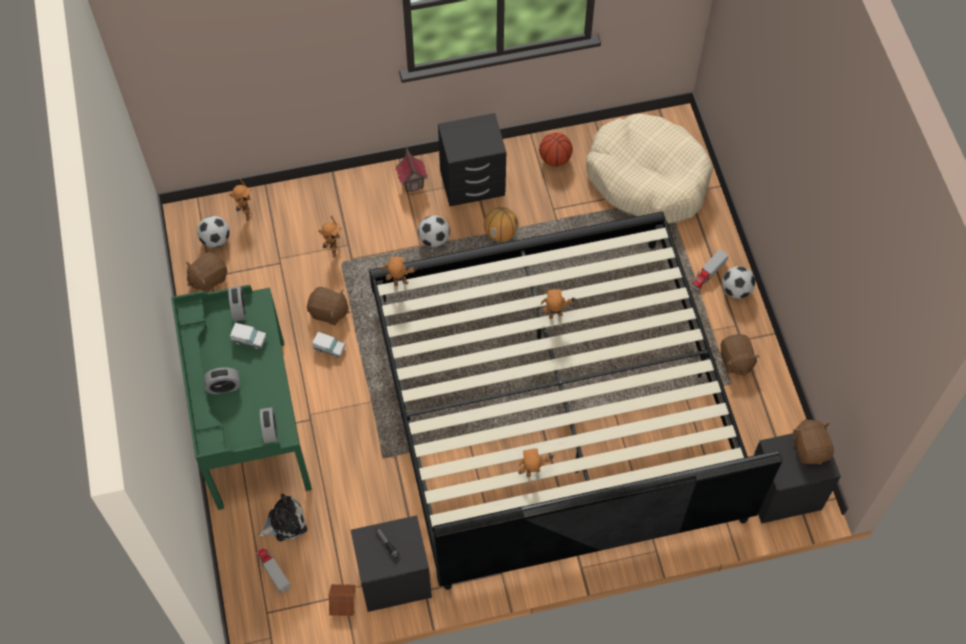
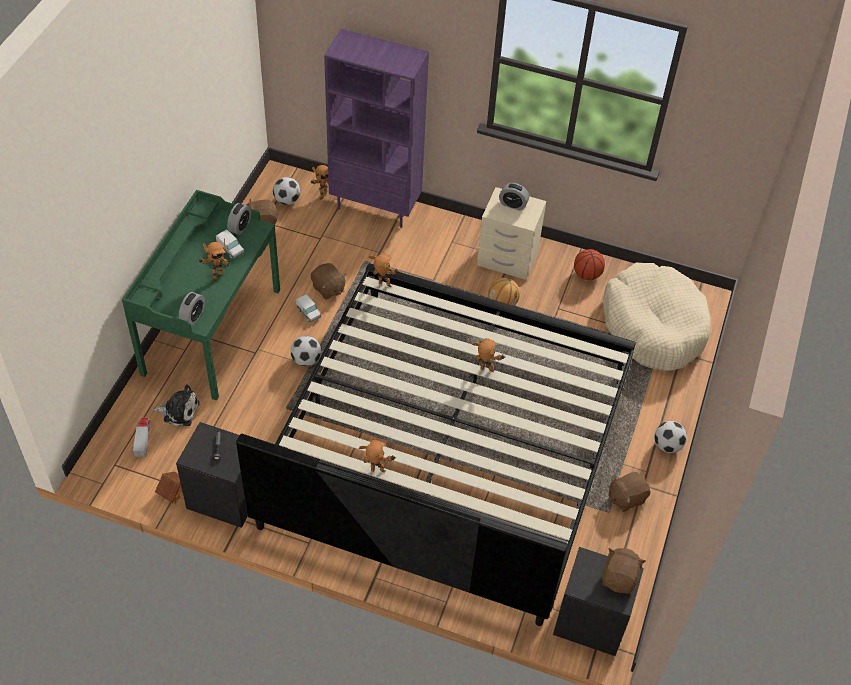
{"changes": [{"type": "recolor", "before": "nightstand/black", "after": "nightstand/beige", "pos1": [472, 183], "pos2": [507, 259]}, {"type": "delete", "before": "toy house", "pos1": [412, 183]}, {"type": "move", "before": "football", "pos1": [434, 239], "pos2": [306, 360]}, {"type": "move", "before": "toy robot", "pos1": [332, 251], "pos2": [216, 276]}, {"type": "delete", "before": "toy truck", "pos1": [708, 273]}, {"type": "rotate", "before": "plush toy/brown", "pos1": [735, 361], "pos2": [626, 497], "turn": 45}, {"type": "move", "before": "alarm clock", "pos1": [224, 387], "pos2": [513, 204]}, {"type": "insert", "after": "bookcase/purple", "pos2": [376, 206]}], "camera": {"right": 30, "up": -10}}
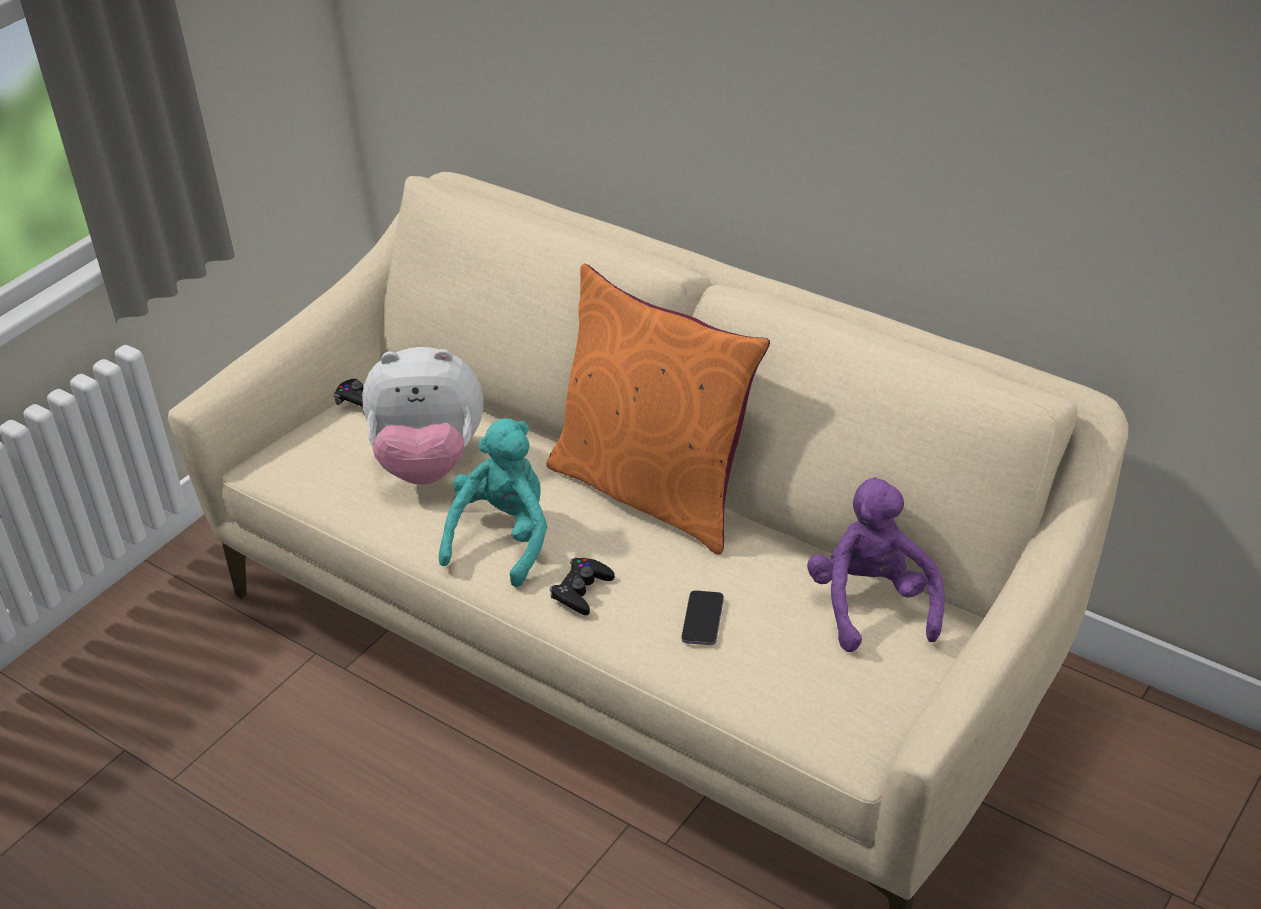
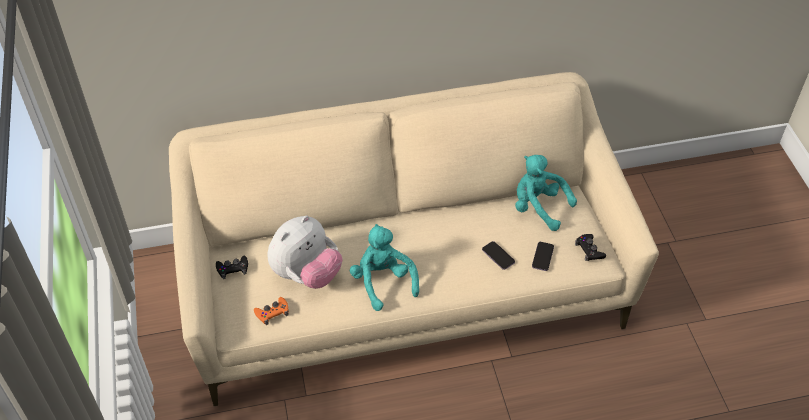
{"changes": [{"type": "delete", "before": "pillow/orange", "pos1": [655, 490]}, {"type": "recolor", "before": "plush toy/purple", "after": "plush toy/turquoise", "pos1": [872, 604], "pos2": [538, 207]}, {"type": "move", "before": "game controller/black", "pos1": [581, 591], "pos2": [589, 250]}, {"type": "insert", "after": "phone", "pos2": [542, 257]}, {"type": "insert", "after": "game controller/orange", "pos2": [272, 312]}], "camera": {"right": -50, "up": 10}}
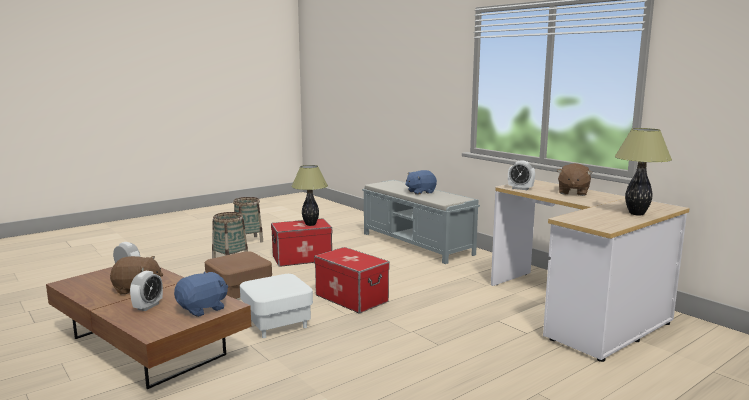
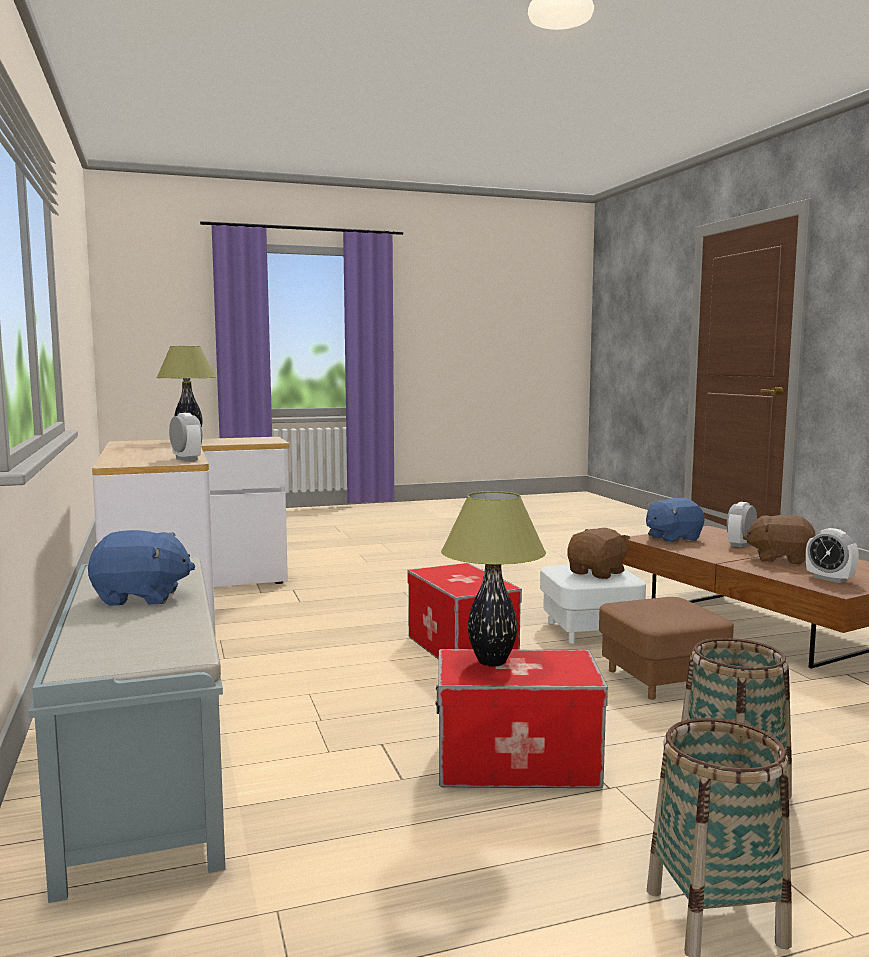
{"changes": [{"type": "move", "before": "plush toy/brown", "pos1": [572, 192], "pos2": [597, 573]}], "camera": {"right": -160, "up": -5}}
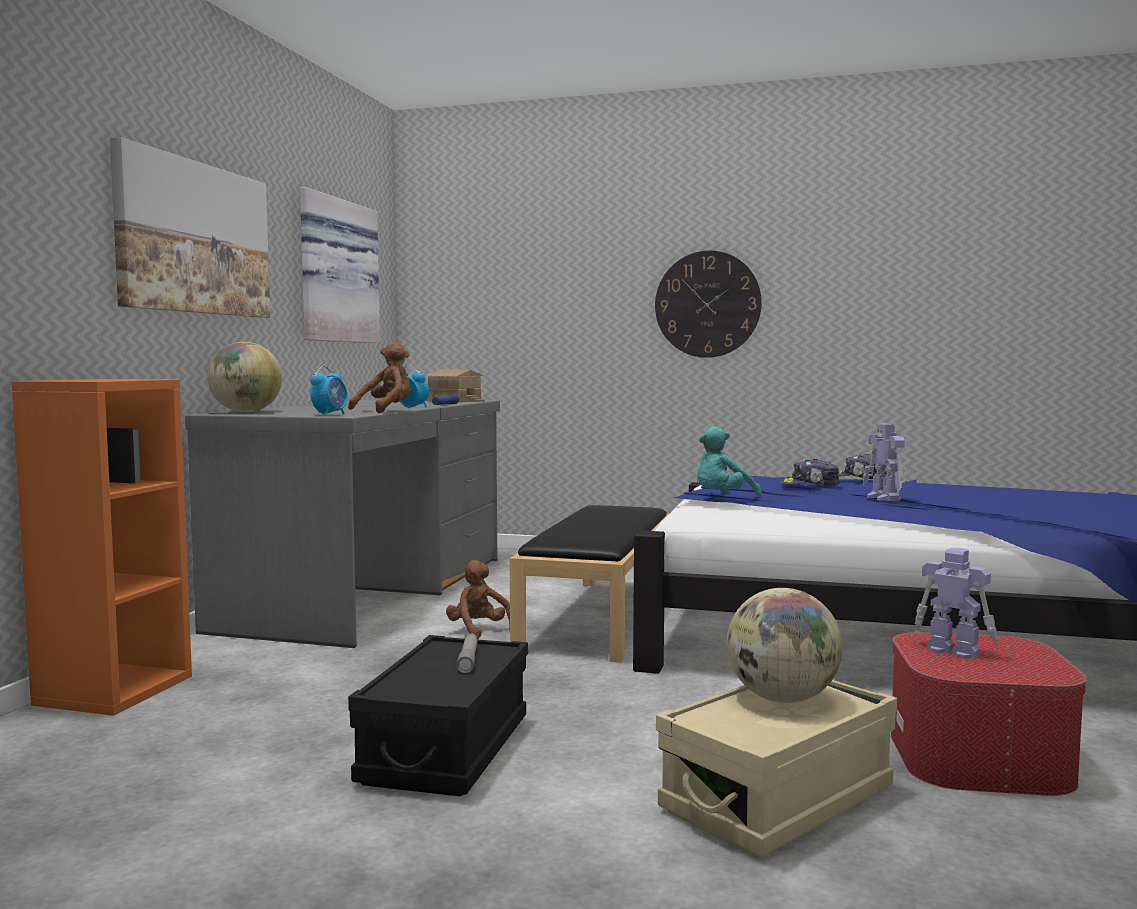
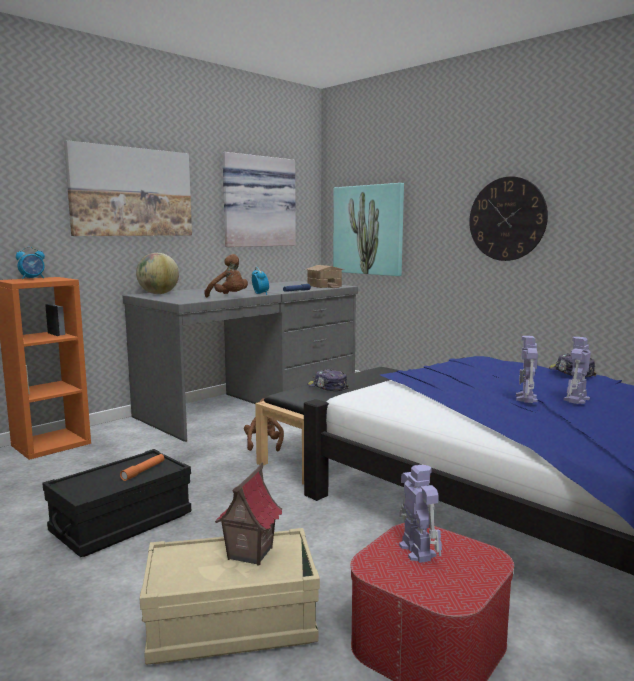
{"changes": [{"type": "rotate", "before": "plush toy/brown", "pos1": [386, 411], "pos2": [229, 297], "turn": 60}, {"type": "move", "before": "alarm clock", "pos1": [330, 414], "pos2": [32, 278]}, {"type": "delete", "before": "plush toy/turquoise", "pos1": [722, 498]}, {"type": "move", "before": "cap", "pos1": [810, 485], "pos2": [327, 388]}, {"type": "replace", "before": "globe", "after": "toy house", "pos1": [782, 699], "pos2": [249, 553]}, {"type": "recolor", "before": "flashlight/grey", "after": "flashlight/orange", "pos1": [468, 659], "pos2": [143, 471]}, {"type": "insert", "after": "picture", "pos2": [368, 230]}, {"type": "insert", "after": "toy robot", "pos2": [576, 399]}], "camera": {"right": 30, "up": 5}}
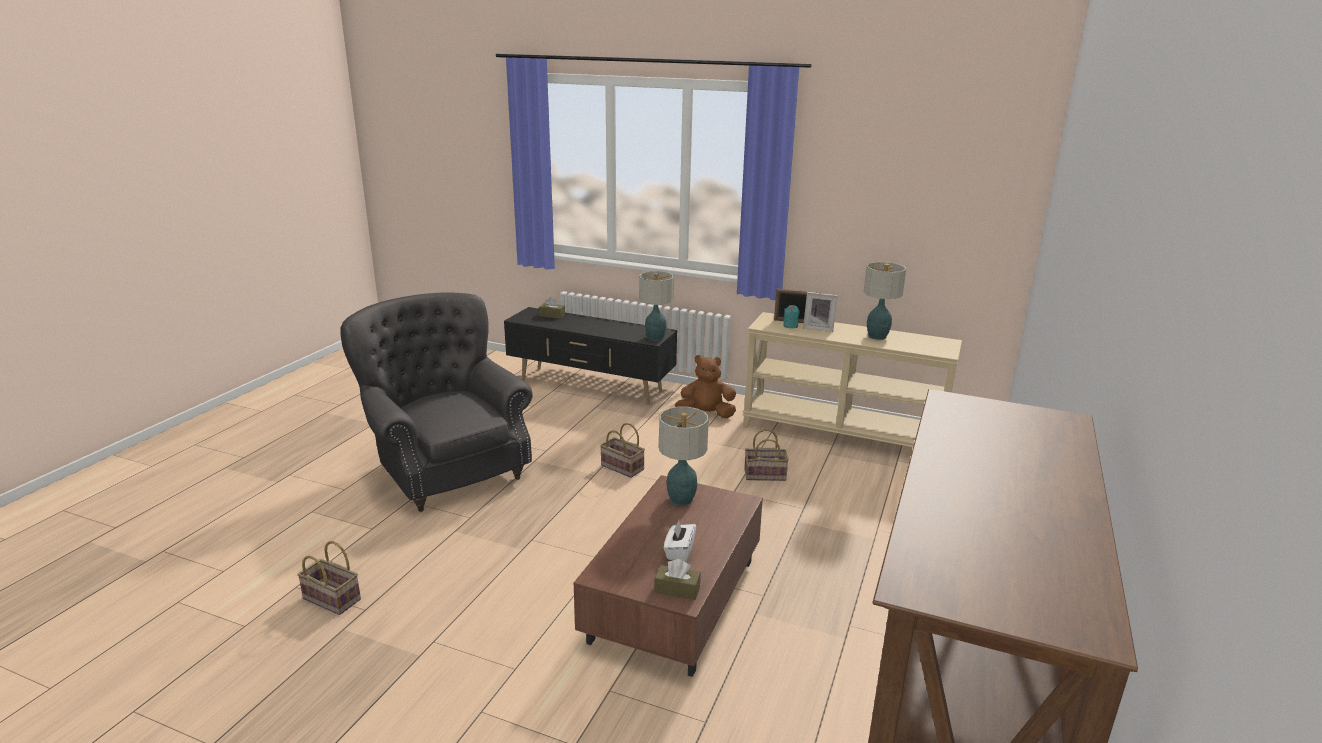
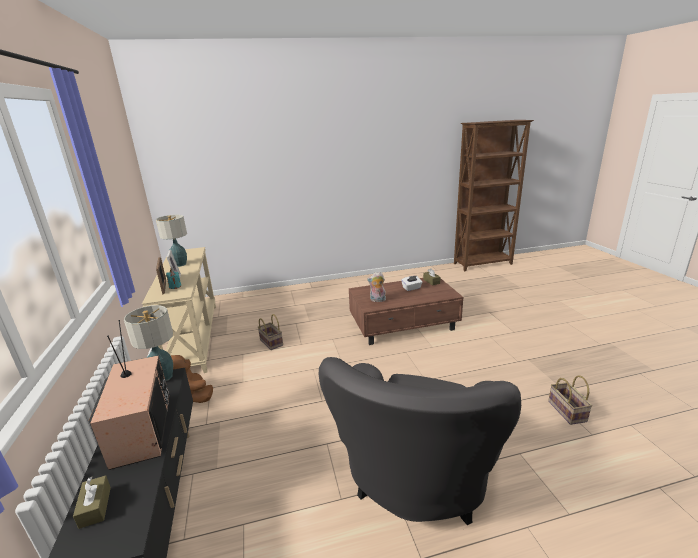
{"changes": [{"type": "replace", "before": "table lamp", "after": "plush toy", "pos1": [681, 500], "pos2": [377, 300]}, {"type": "delete", "before": "basket", "pos1": [621, 467]}, {"type": "insert", "after": "television", "pos2": [140, 428]}], "camera": {"right": -125, "up": 0}}
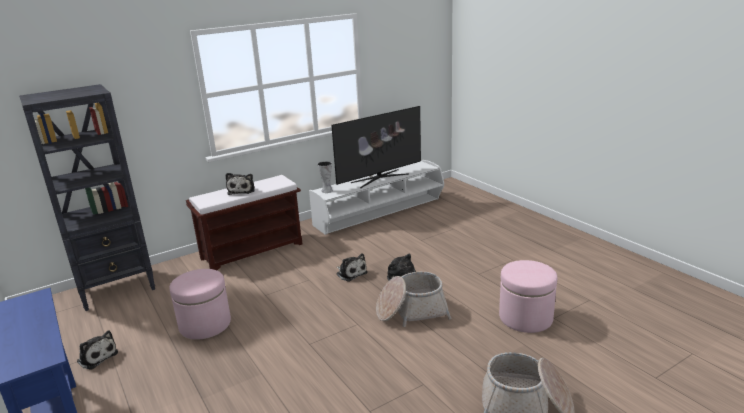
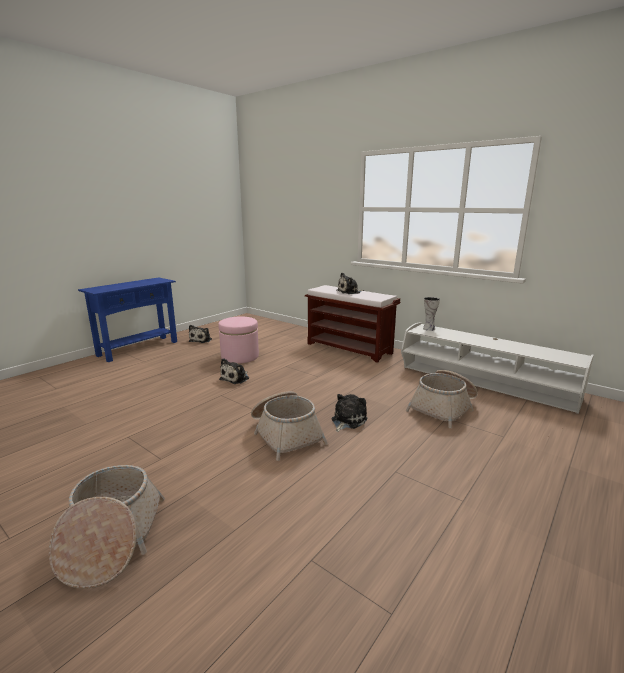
{"changes": [{"type": "delete", "before": "bookcase/black", "pos1": [117, 289]}, {"type": "delete", "before": "television", "pos1": [379, 178]}, {"type": "move", "before": "plush toy", "pos1": [351, 273], "pos2": [236, 378]}, {"type": "delete", "before": "ottoman/pink", "pos1": [525, 317]}, {"type": "insert", "after": "basket", "pos2": [444, 408]}], "camera": {"right": 70, "up": -5}}
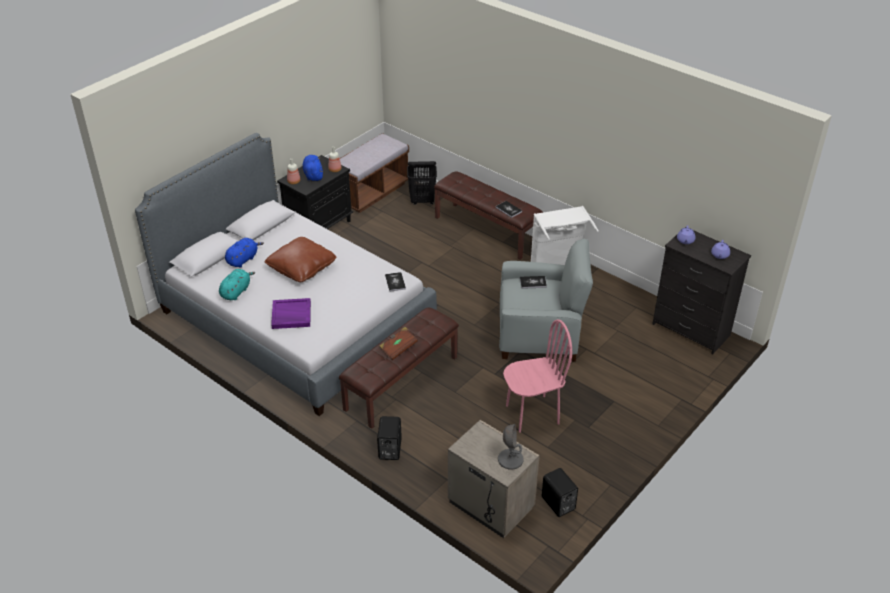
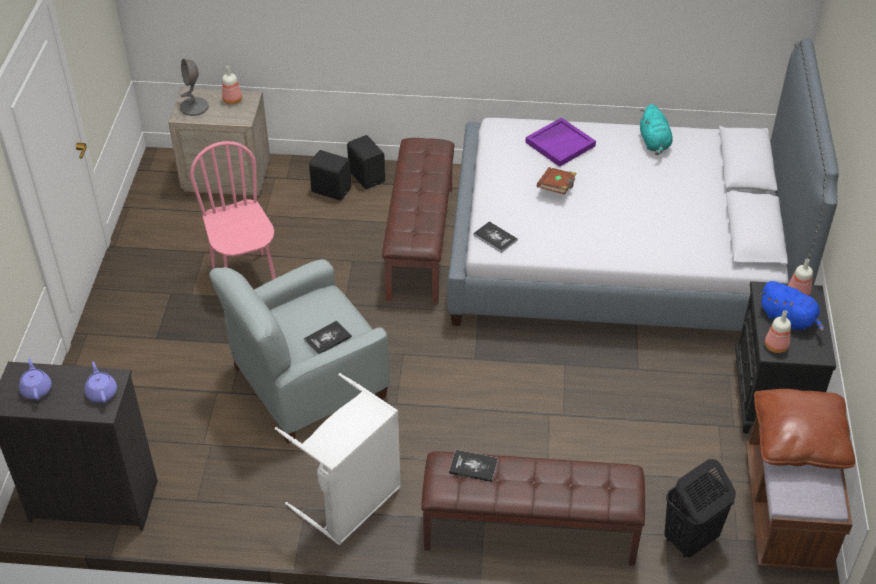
{"changes": [{"type": "move", "before": "pillow/brown", "pos1": [301, 268], "pos2": [799, 440]}, {"type": "delete", "before": "plush toy/blue", "pos1": [243, 259]}, {"type": "rotate", "before": "chair/pink", "pos1": [532, 414], "pos2": [245, 277], "turn": 120}, {"type": "move", "before": "book/brown", "pos1": [398, 348], "pos2": [557, 188]}, {"type": "move", "before": "speaker/black", "pos1": [557, 504], "pos2": [331, 189]}, {"type": "insert", "after": "bottle", "pos2": [233, 100]}], "camera": {"right": 145, "up": 5}}
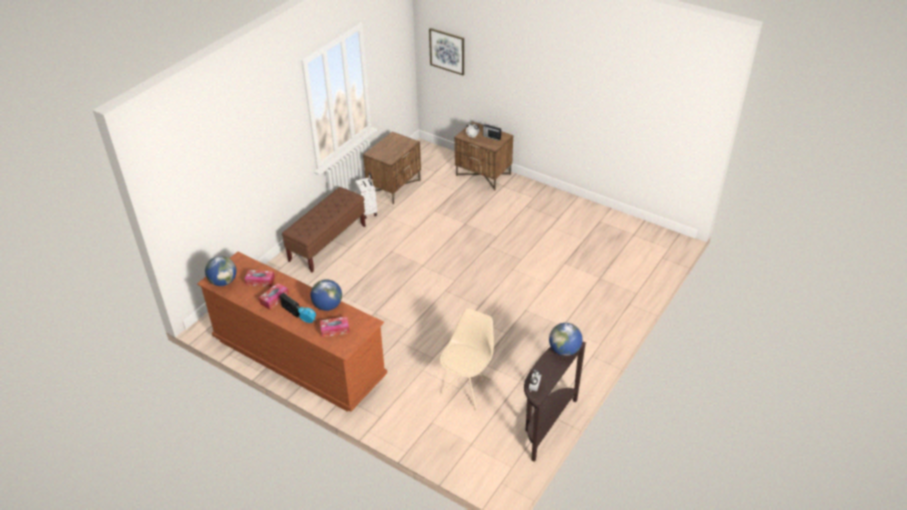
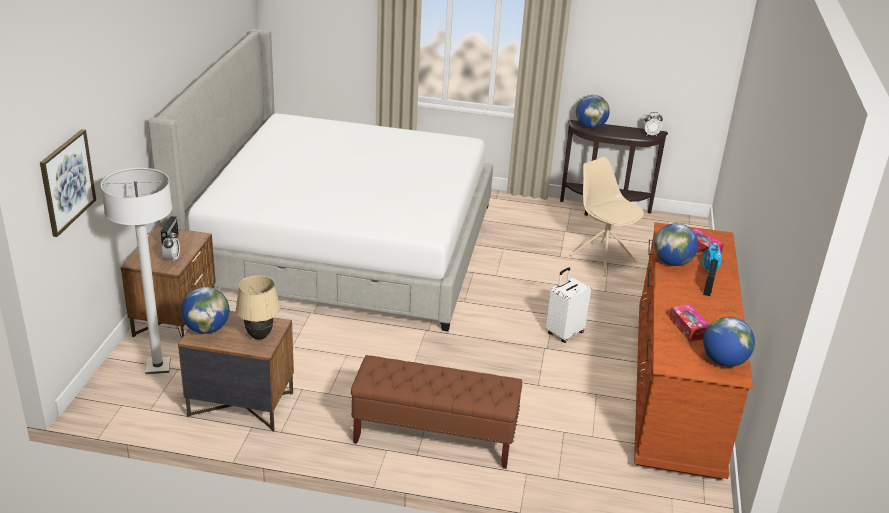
{"changes": [{"type": "move", "before": "suitcase/white", "pos1": [368, 211], "pos2": [564, 333]}, {"type": "delete", "before": "tissue box", "pos1": [274, 299]}, {"type": "rotate", "before": "chair/beige", "pos1": [468, 388], "pos2": [602, 258], "turn": 45}, {"type": "insert", "after": "bed", "pos2": [342, 245]}, {"type": "insert", "after": "floor lamp/white", "pos2": [158, 367]}, {"type": "insert", "after": "table lamp/beige", "pos2": [259, 336]}, {"type": "insert", "after": "globe", "pos2": [206, 329]}], "camera": {"right": -115, "up": -10}}
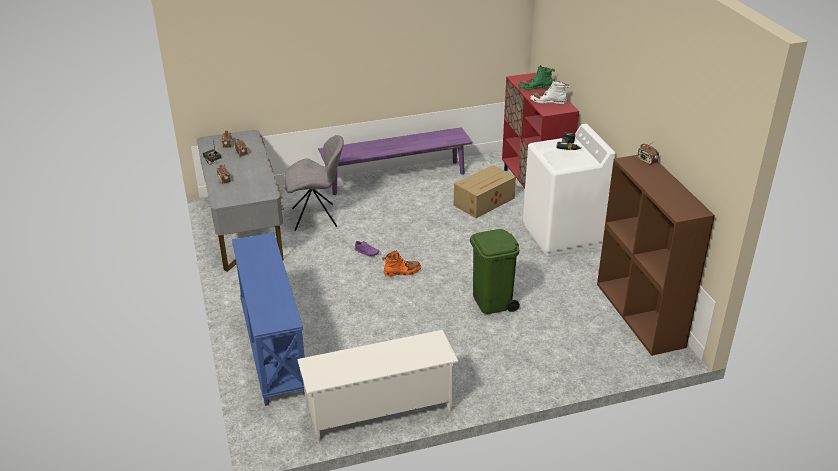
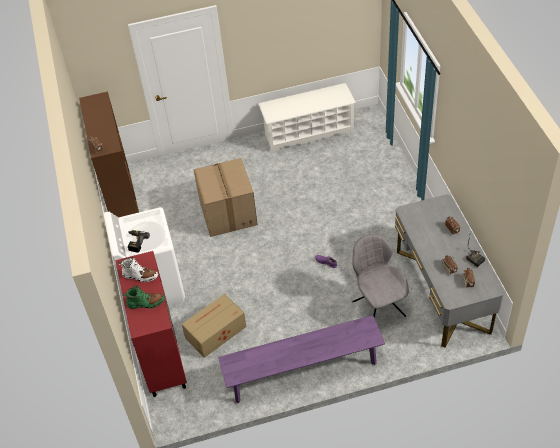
{"changes": [{"type": "rotate", "before": "chair/grey", "pos1": [316, 217], "pos2": [378, 307], "turn": 75}, {"type": "replace", "before": "trash can/green", "after": "cardboard box", "pos1": [492, 302], "pos2": [227, 213]}, {"type": "delete", "before": "console table/blue", "pos1": [272, 348]}, {"type": "delete", "before": "boot/orange", "pos1": [402, 272]}], "camera": {"right": -175, "up": 15}}
